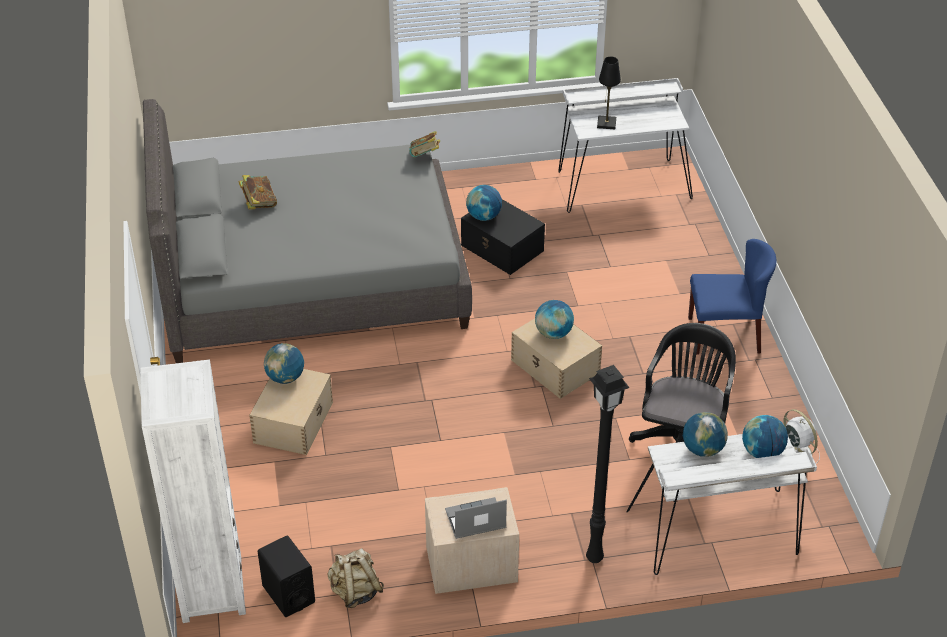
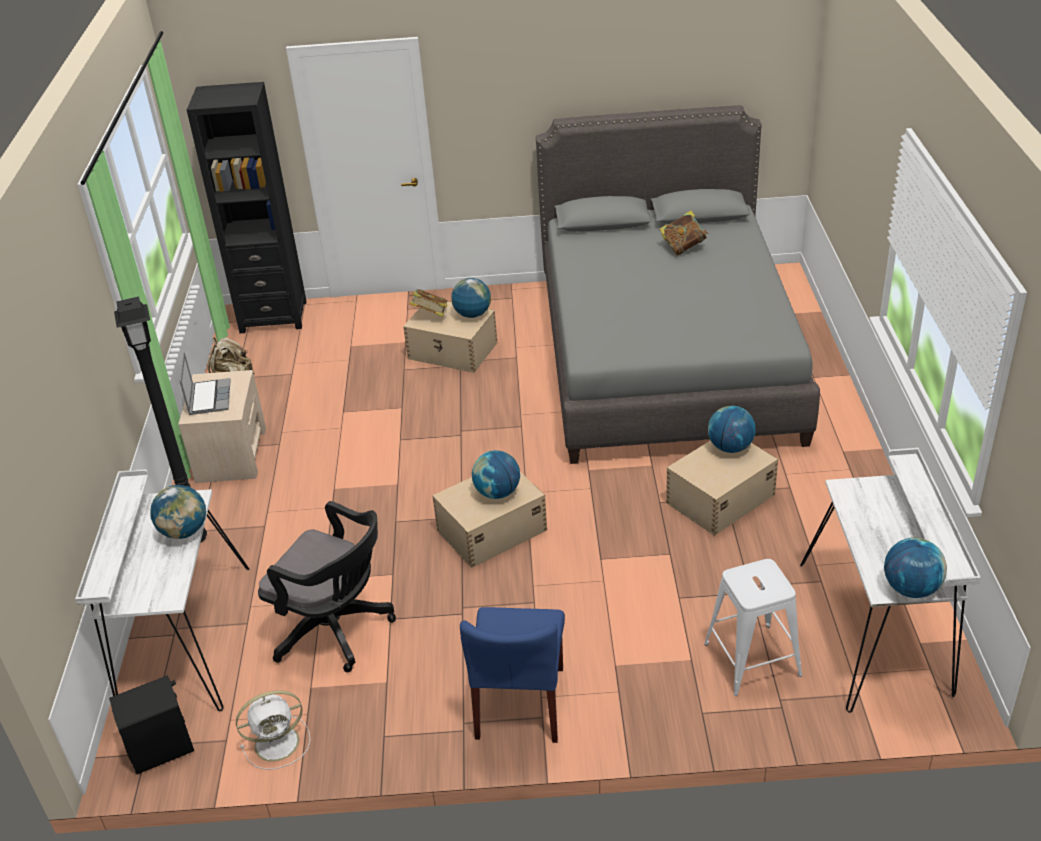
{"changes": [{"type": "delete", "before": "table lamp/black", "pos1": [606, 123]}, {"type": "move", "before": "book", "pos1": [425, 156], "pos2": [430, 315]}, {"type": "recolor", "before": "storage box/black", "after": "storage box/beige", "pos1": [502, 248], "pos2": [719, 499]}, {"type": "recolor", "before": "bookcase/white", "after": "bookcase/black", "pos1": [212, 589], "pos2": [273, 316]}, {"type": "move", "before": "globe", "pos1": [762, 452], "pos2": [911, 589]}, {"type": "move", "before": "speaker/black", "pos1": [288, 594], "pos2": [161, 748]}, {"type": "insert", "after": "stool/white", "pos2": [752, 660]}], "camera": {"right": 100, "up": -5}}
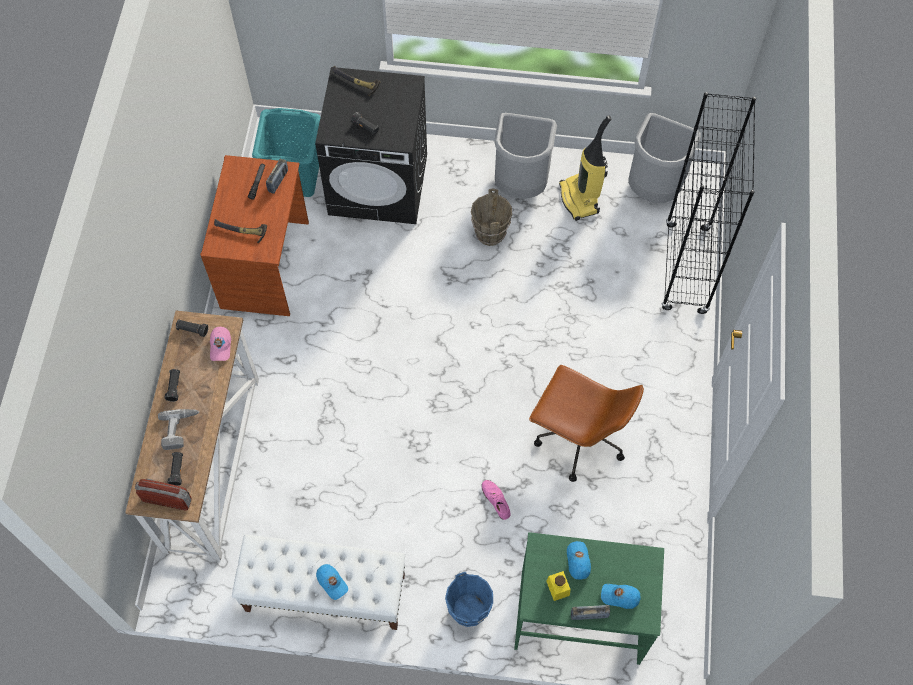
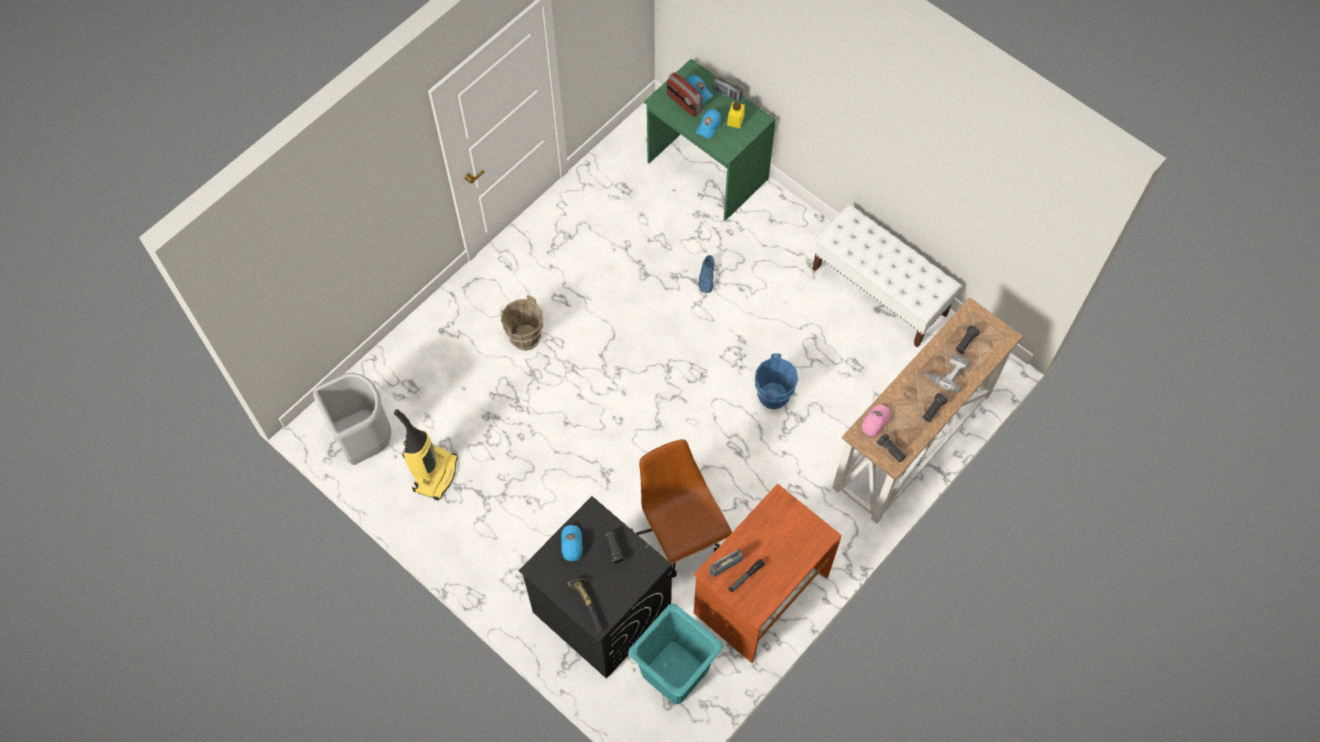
{"changes": [{"type": "delete", "before": "bookcase/black", "pos1": [686, 269]}, {"type": "delete", "before": "trash can/grey", "pos1": [520, 185]}, {"type": "move", "before": "bucket/brown", "pos1": [490, 234], "pos2": [526, 338]}, {"type": "delete", "before": "hammer", "pos1": [242, 232]}, {"type": "move", "before": "office chair/brown", "pos1": [578, 438], "pos2": [680, 534]}, {"type": "move", "before": "radio", "pos1": [167, 499], "pos2": [684, 103]}, {"type": "recolor", "before": "shoe/pink", "after": "shoe/blue", "pos1": [496, 500], "pos2": [707, 277]}, {"type": "move", "before": "cap/blue", "pos1": [332, 582], "pos2": [572, 544]}, {"type": "move", "before": "bucket/blue", "pos1": [468, 610], "pos2": [773, 396]}], "camera": {"right": -145, "up": 0}}
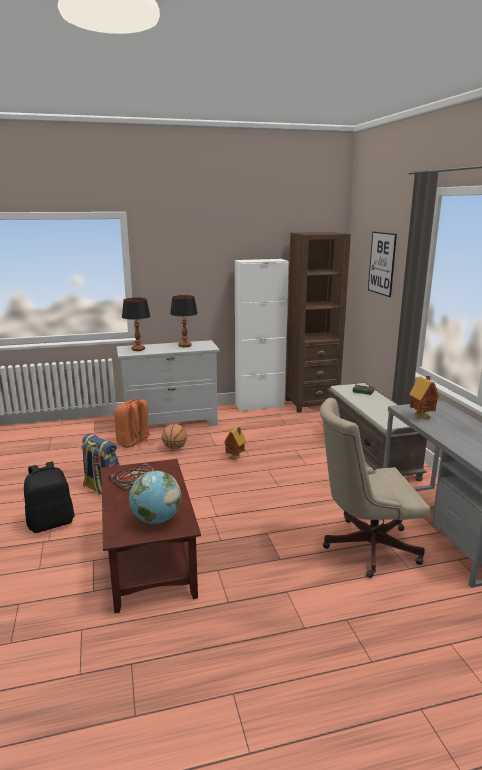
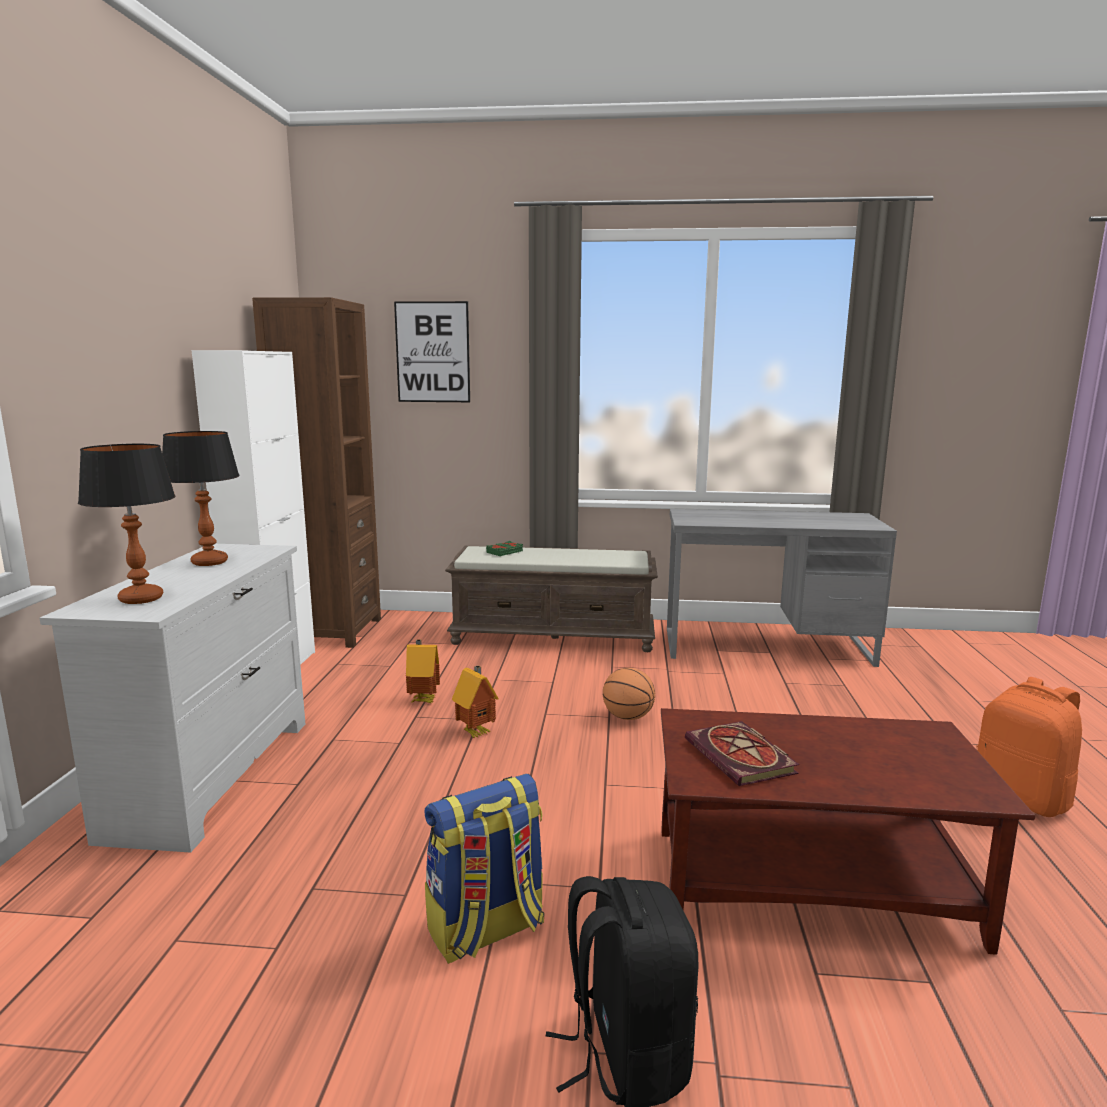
{"changes": [{"type": "move", "before": "toy house", "pos1": [422, 417], "pos2": [423, 700]}, {"type": "delete", "before": "office chair/beige", "pos1": [364, 546]}, {"type": "move", "before": "backpack/orange", "pos1": [134, 443], "pos2": [1022, 797]}, {"type": "move", "before": "basketball", "pos1": [174, 448], "pos2": [628, 717]}, {"type": "delete", "before": "globe", "pos1": [156, 519]}], "camera": {"right": -70, "up": -5}}
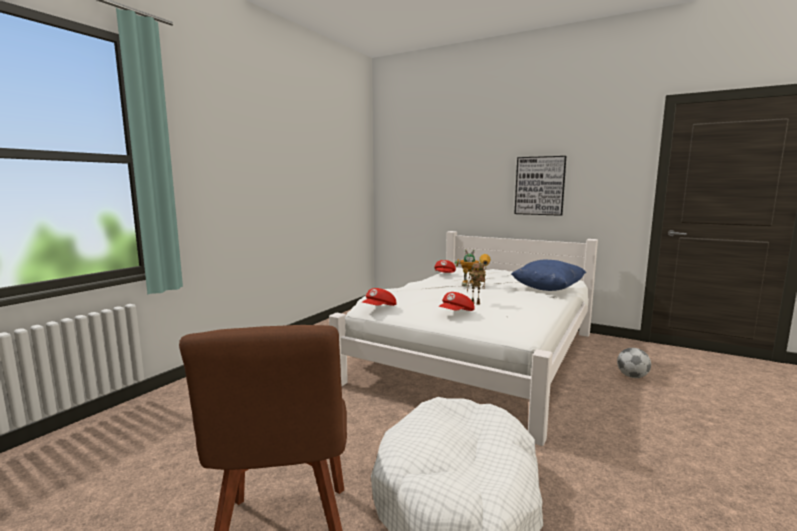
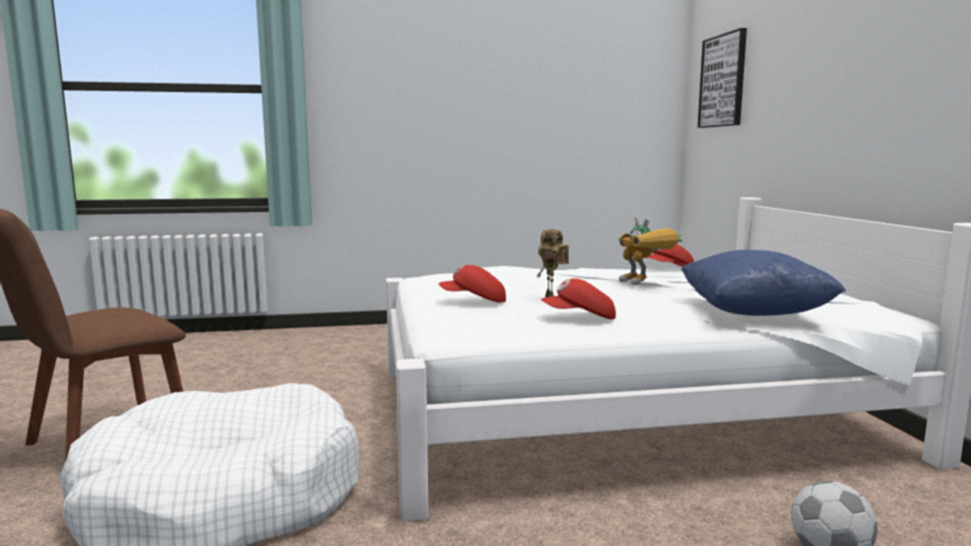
{"changes": [{"type": "move", "before": "picture", "pos1": [540, 186], "pos2": [723, 81]}, {"type": "move", "before": "cap/red", "pos1": [379, 308], "pos2": [580, 318]}], "camera": {"right": 50, "up": 0}}
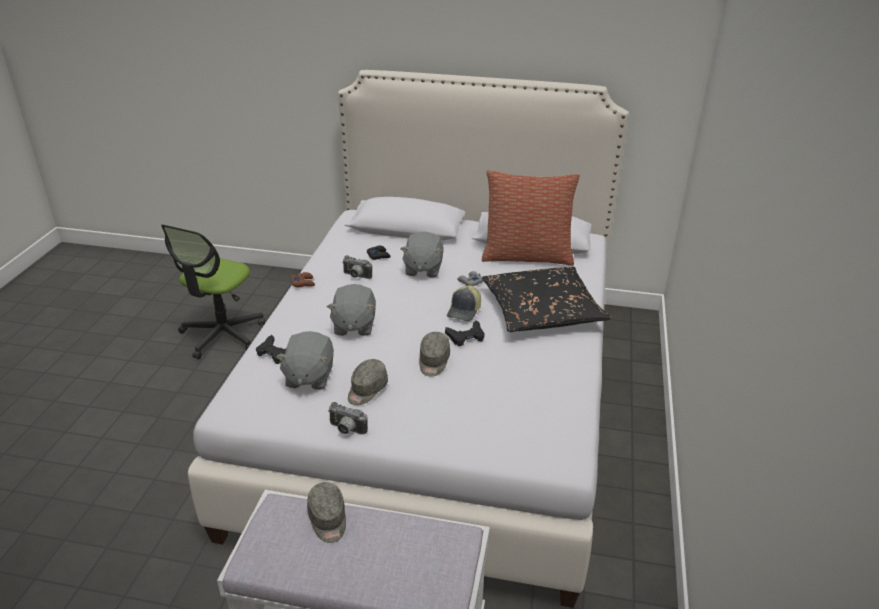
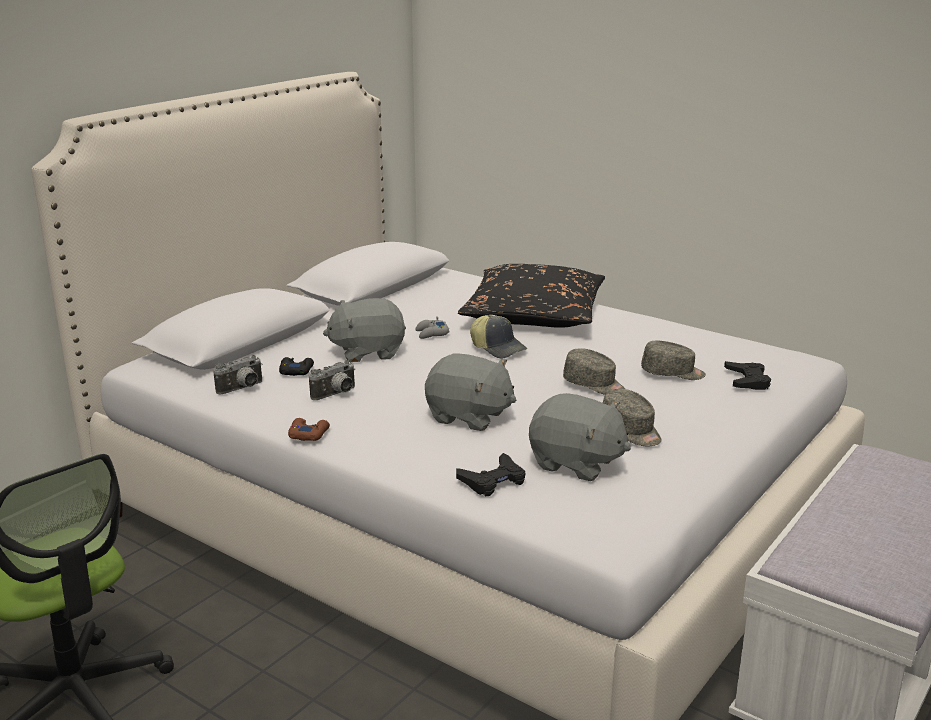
{"changes": [{"type": "delete", "before": "pillow", "pos1": [527, 256]}, {"type": "rotate", "before": "plush toy/grey", "pos1": [423, 269], "pos2": [367, 352], "turn": 135}, {"type": "move", "before": "game controller/black", "pos1": [466, 337], "pos2": [747, 380]}, {"type": "move", "before": "photo camera", "pos1": [346, 430], "pos2": [242, 389]}, {"type": "move", "before": "cap/grey", "pos1": [328, 520], "pos2": [673, 373]}], "camera": {"right": -65, "up": -10}}
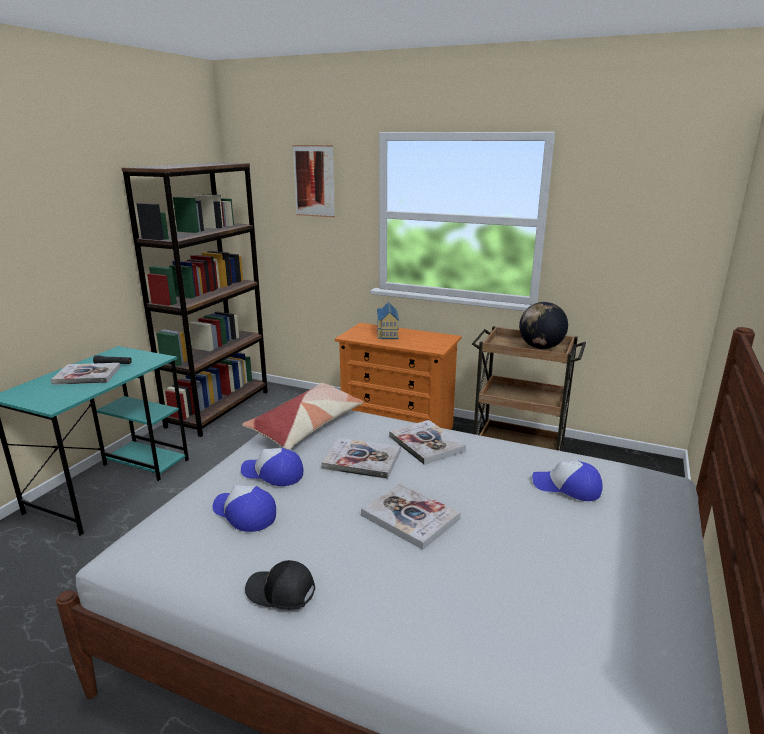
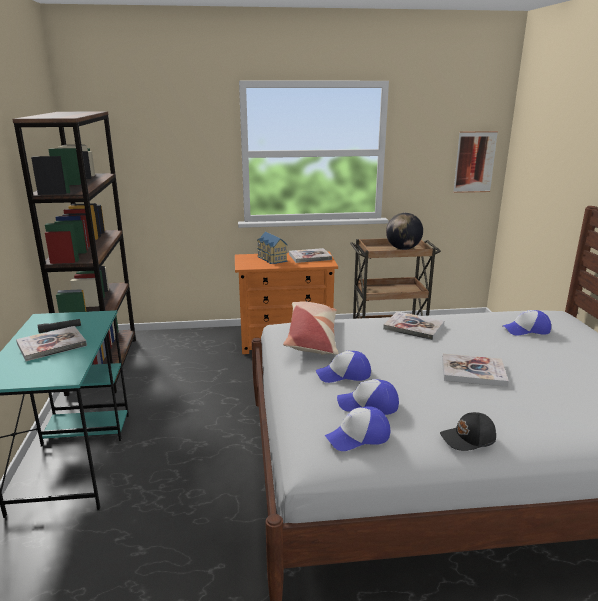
{"changes": [{"type": "move", "before": "picture", "pos1": [314, 181], "pos2": [474, 162]}, {"type": "move", "before": "book", "pos1": [362, 460], "pos2": [310, 257]}, {"type": "insert", "after": "cap", "pos2": [358, 437]}], "camera": {"right": -30, "up": 0}}
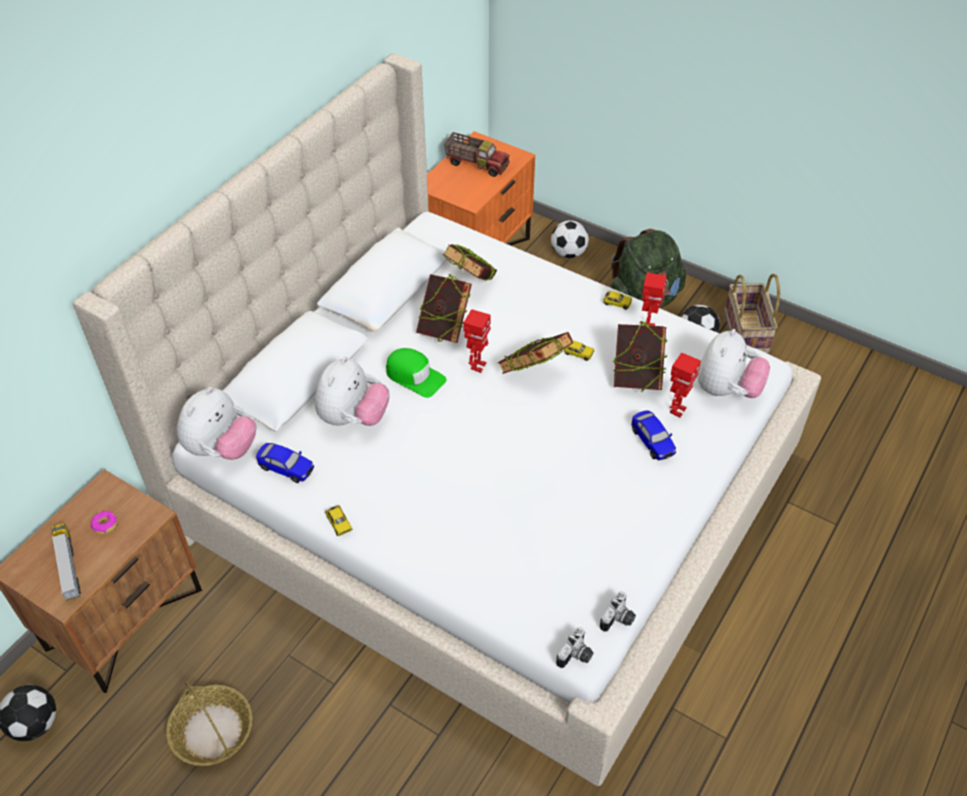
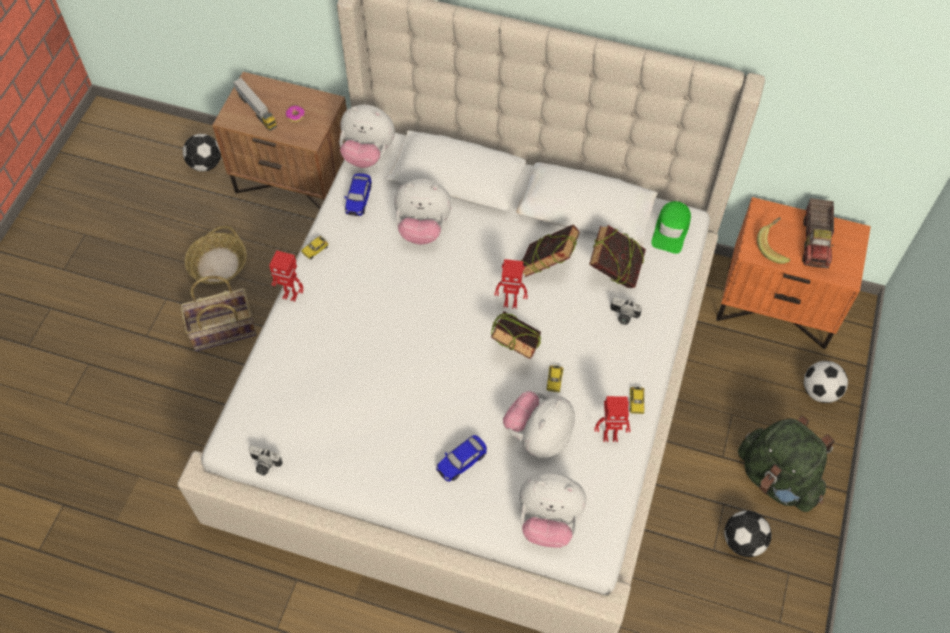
{"changes": [{"type": "move", "before": "basket", "pos1": [747, 332], "pos2": [222, 331]}, {"type": "replace", "before": "book", "after": "plush toy", "pos1": [636, 378], "pos2": [538, 436]}, {"type": "move", "before": "cap/green", "pos1": [414, 376], "pos2": [671, 230]}, {"type": "move", "before": "toy robot", "pos1": [677, 410], "pos2": [291, 295]}, {"type": "rotate", "before": "toy truck", "pos1": [68, 566], "pos2": [256, 110], "turn": 90}, {"type": "move", "before": "photo camera", "pos1": [576, 656], "pos2": [623, 316]}, {"type": "insert", "after": "banana", "pos2": [774, 246]}], "camera": {"right": 75, "up": 10}}
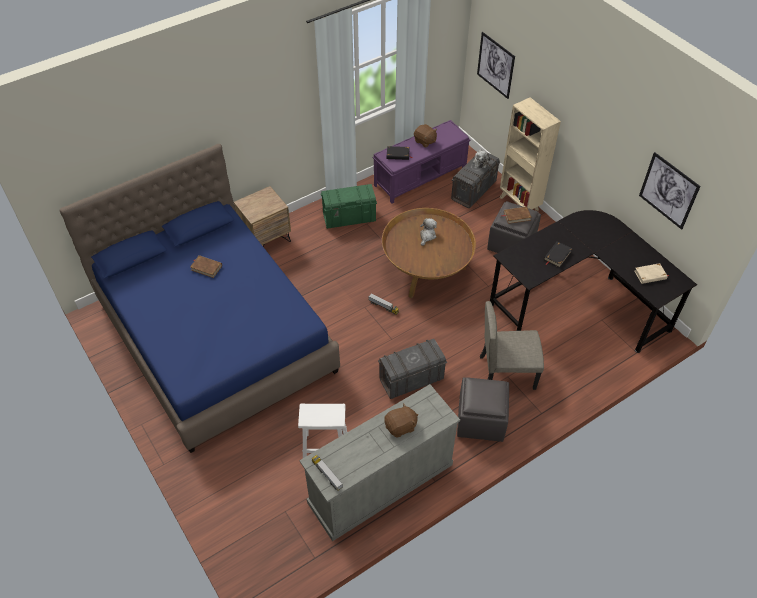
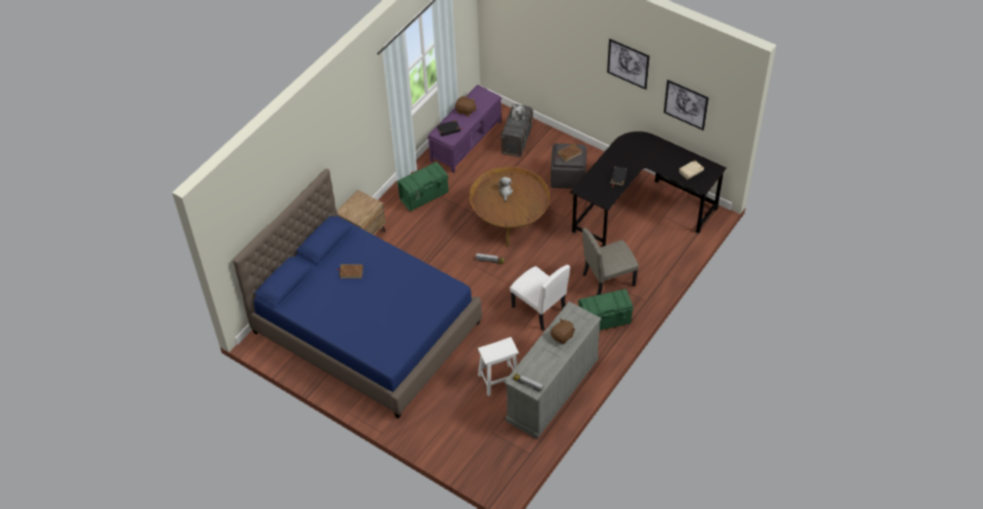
{"changes": [{"type": "move", "before": "picture", "pos1": [495, 65], "pos2": [628, 64]}, {"type": "delete", "before": "bookcase/beige", "pos1": [519, 204]}, {"type": "replace", "before": "storage box/grey", "after": "chair/white", "pos1": [411, 379], "pos2": [538, 309]}, {"type": "replace", "before": "ottoman/grey", "after": "storage box/green", "pos1": [481, 420], "pos2": [604, 320]}], "camera": {"right": -20, "up": 0}}
